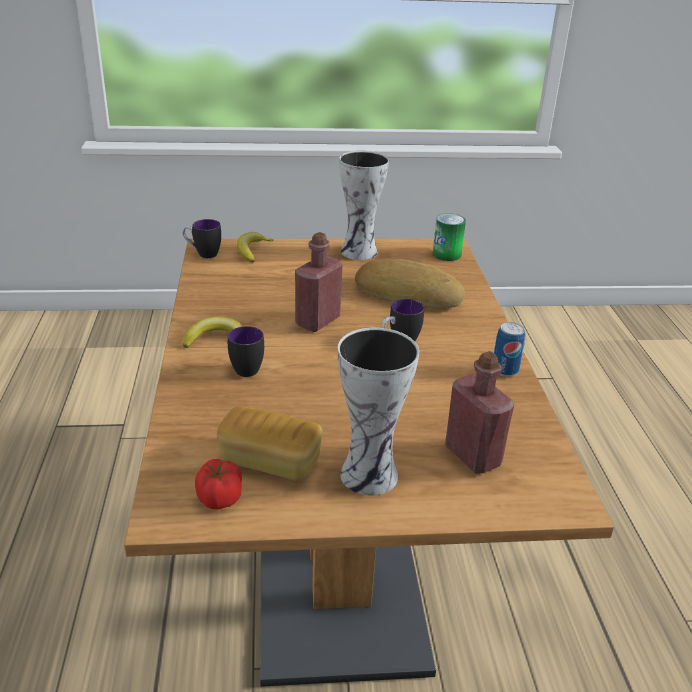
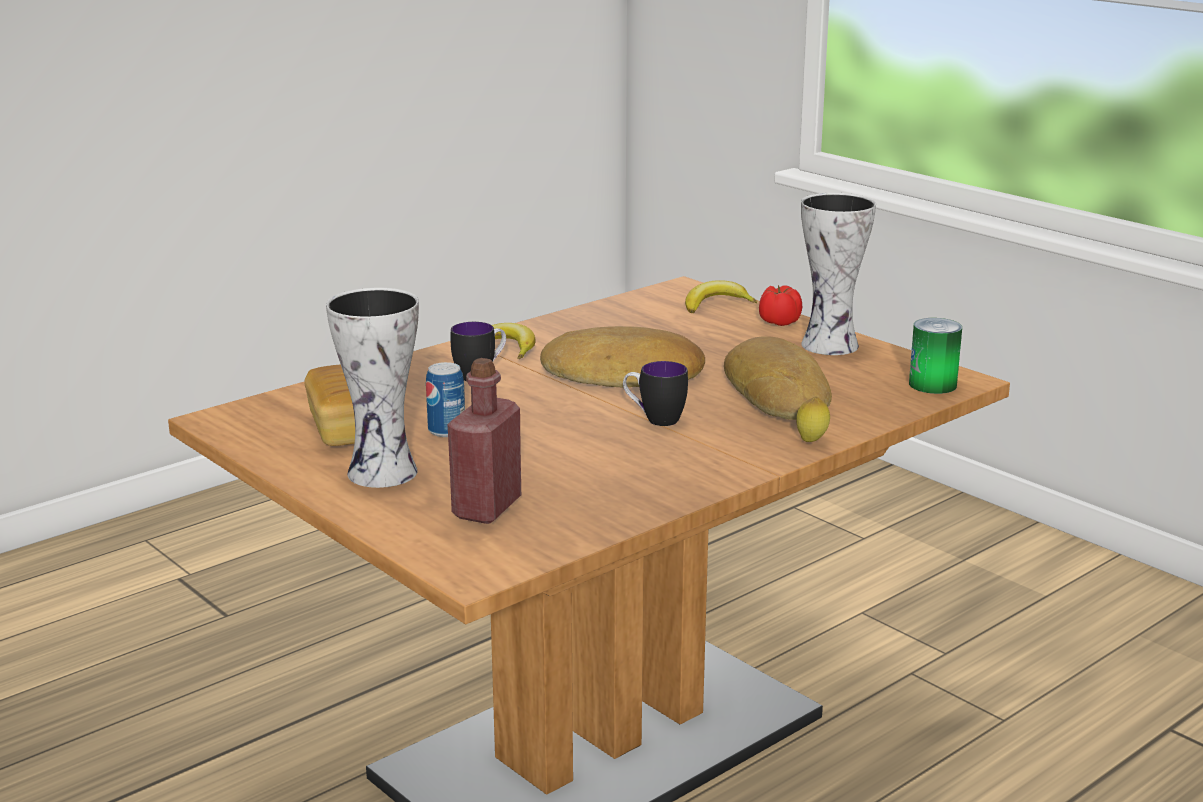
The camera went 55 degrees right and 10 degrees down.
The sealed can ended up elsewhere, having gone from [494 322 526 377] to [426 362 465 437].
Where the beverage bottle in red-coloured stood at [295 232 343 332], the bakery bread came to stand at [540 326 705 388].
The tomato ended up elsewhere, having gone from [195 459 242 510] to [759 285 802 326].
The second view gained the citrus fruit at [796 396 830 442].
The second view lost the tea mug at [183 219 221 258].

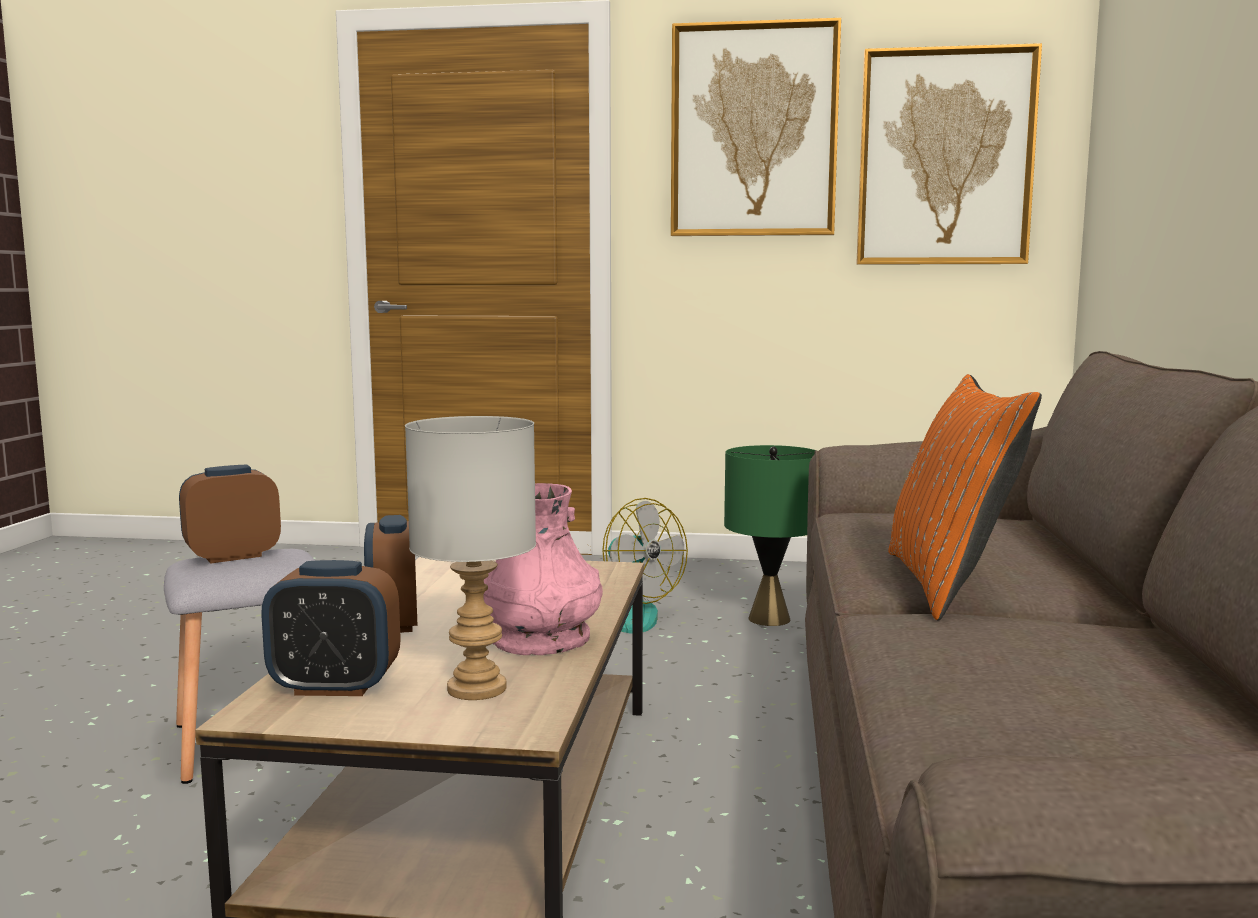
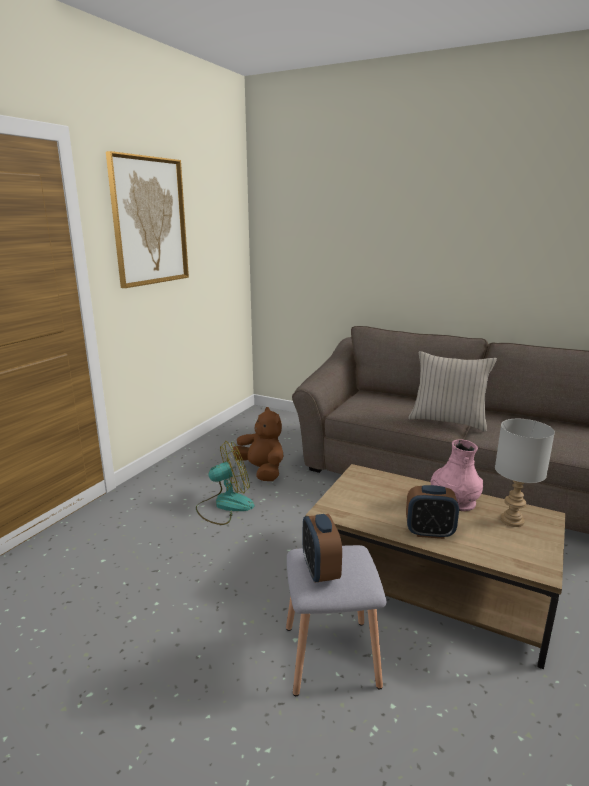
The camera went 70 degrees left and 10 degrees up.
Where the table lamp in green-coloured stood at [724 445 815 626], the soft toy in brown came to stand at [233 407 283 481].
What was the cushion in orange-coloured at [888 374 1042 621] turned into the cushion in sand-coloured at [408 351 497 432].
The second view lost the table clock at [261 560 401 696].
The second view lost the wall picture at [856 43 1042 265].

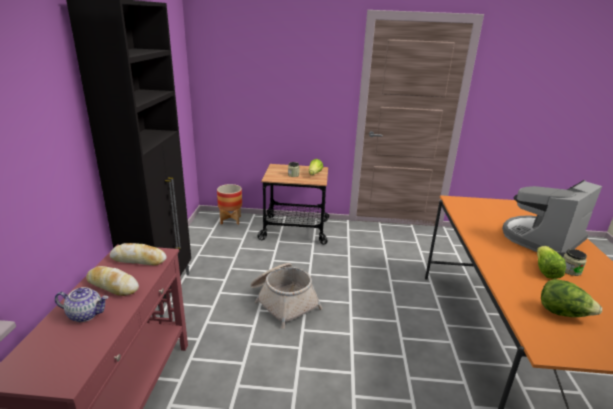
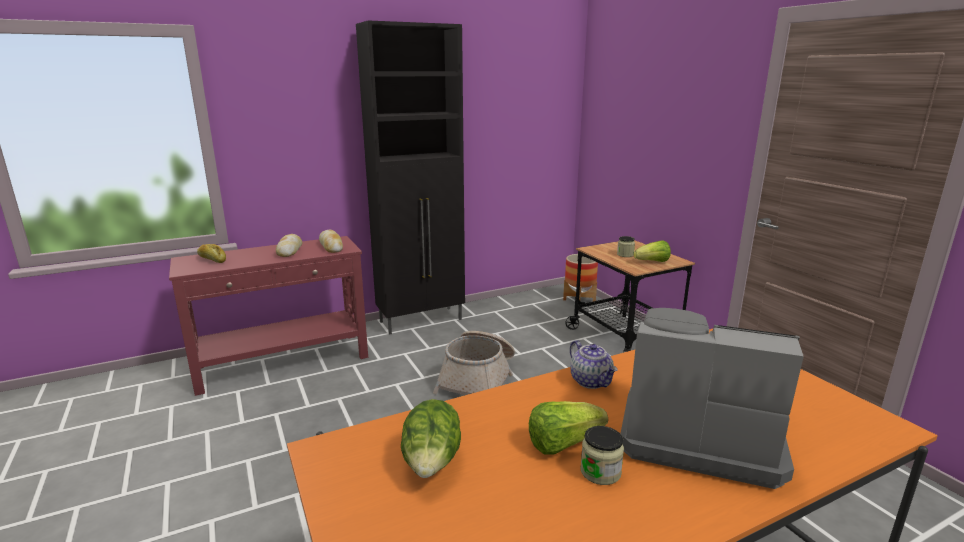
The camera went 60 degrees right and 5 degrees down.
The second view gained the bakery bread at [197 244 226 263].
The tea pot ended up elsewhere, having gone from [55 287 109 322] to [570 340 618 389].

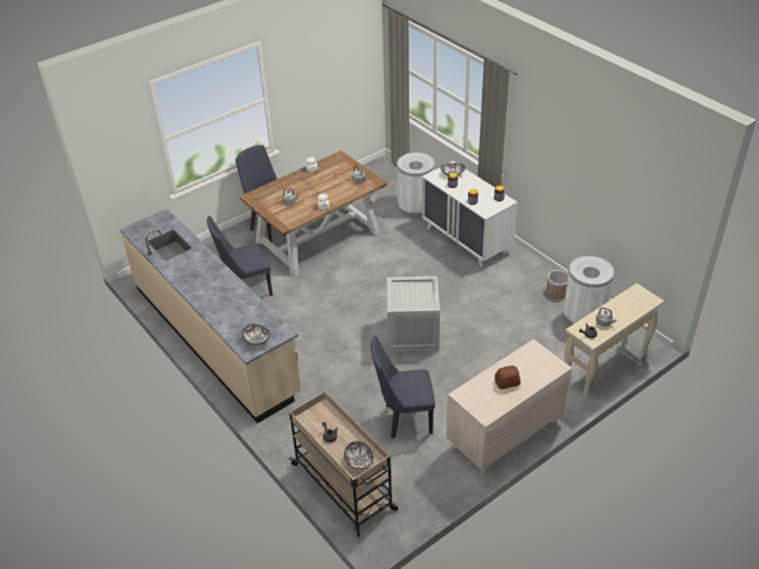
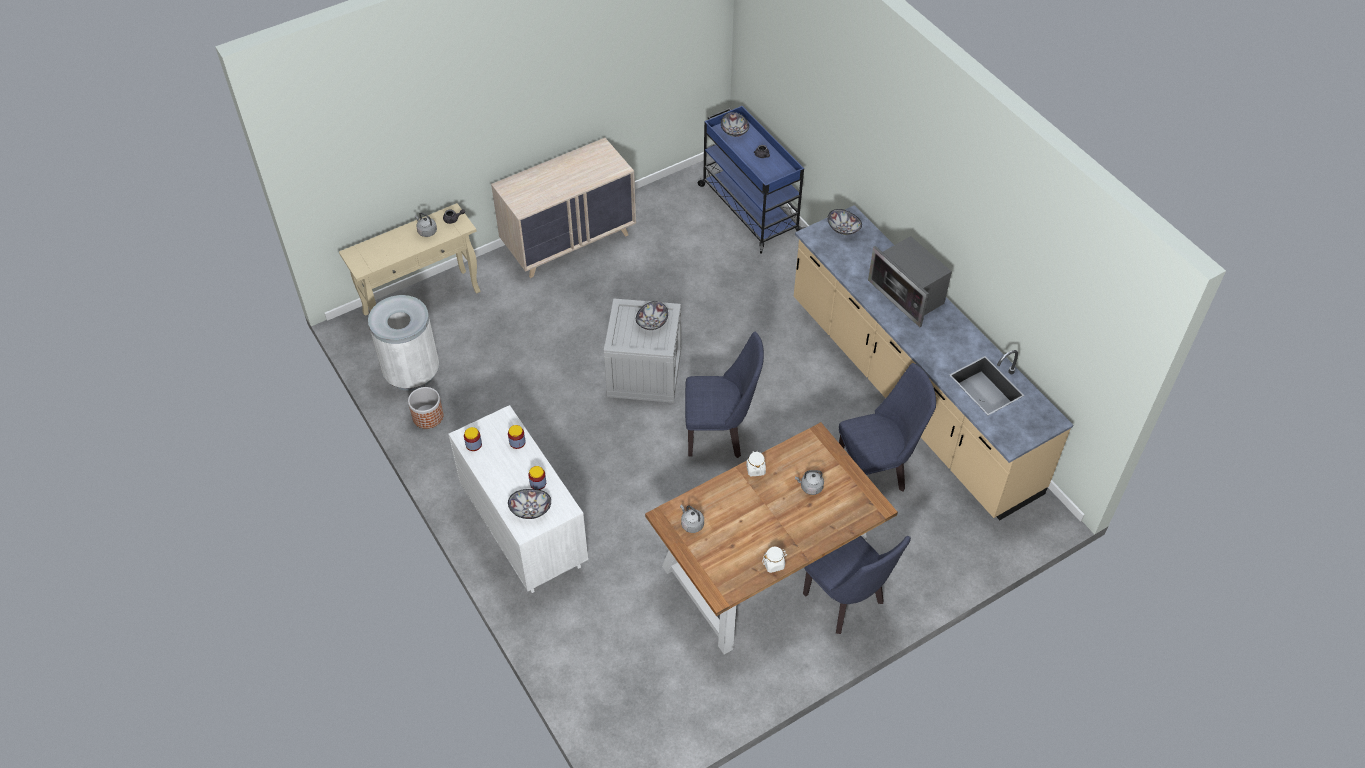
The camera went 175 degrees left and 10 degrees up.
The second view gained the serving bowl at [636 301 668 330].
The chair in blue-coloured ended up elsewhere, having gone from [371 335 435 439] to [685 332 764 458].
What was the cart in sand-coloured at [289 391 398 537] turned into the cart in blue-coloured at [698 106 806 254].
The second view gained the kitchen microwave at [868 236 952 328].
The second view lost the trash can in white at [397 152 435 217].
The second view lost the bakery bread at [495 366 521 389].

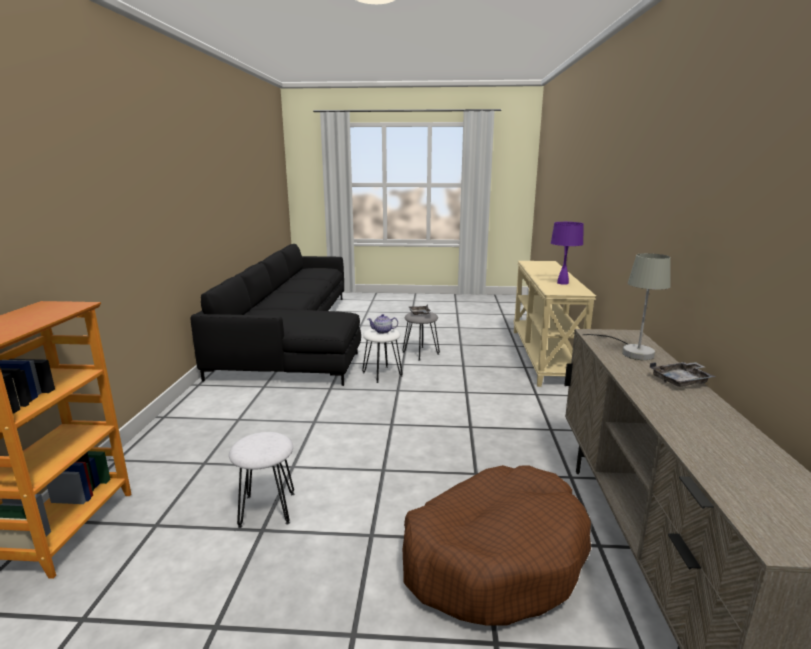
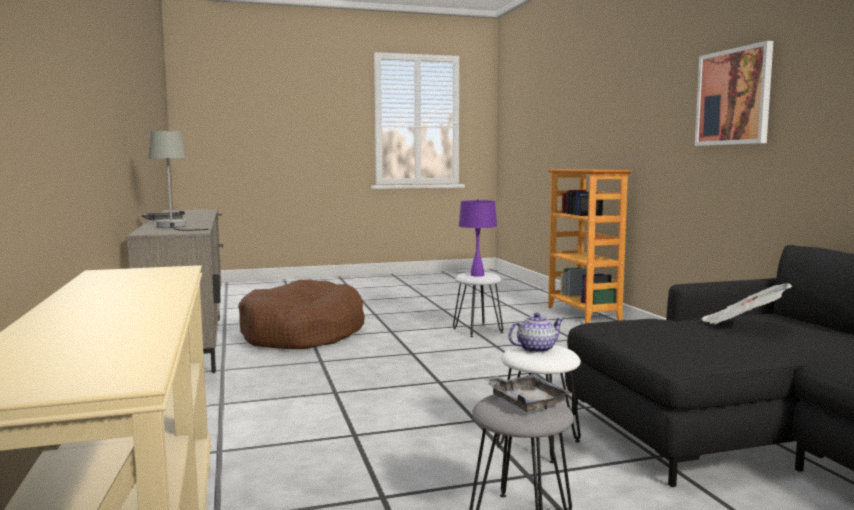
The camera went 160 degrees right and 10 degrees down.
The table lamp in purplish ended up elsewhere, having gone from [551 222 584 285] to [459 199 497 277].
The second view gained the wall picture at [695 41 773 146].
The second view gained the daily paper at [702 283 792 324].

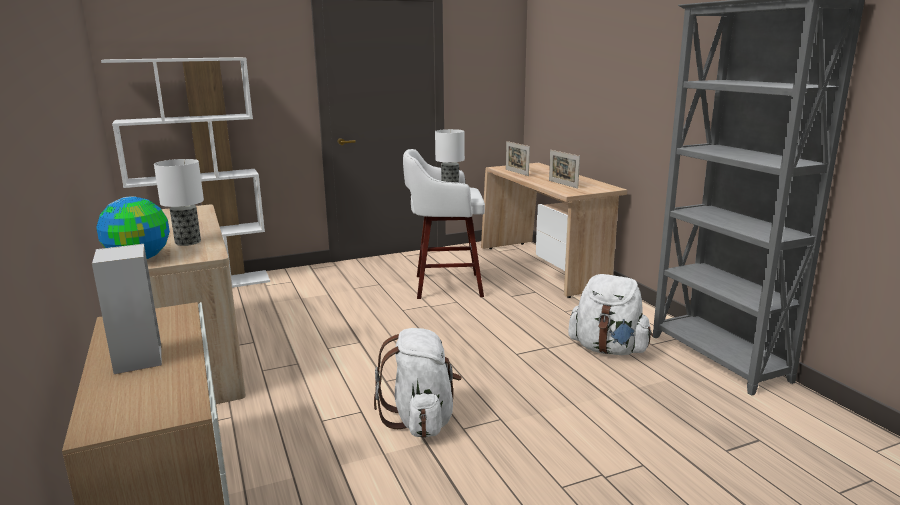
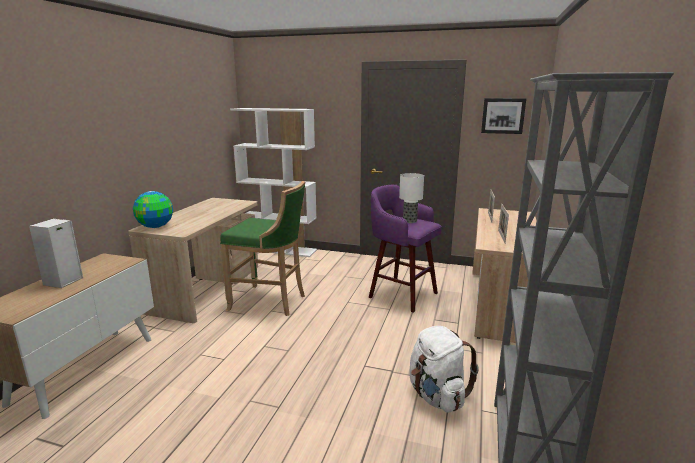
The camera went 40 degrees right and 0 degrees up.
The second view gained the stool seat in green-coloured at [220 181 305 316].
What was the stool seat in white at [403 149 485 299] turned into the stool seat in purplish at [369 185 442 313].
The second view gained the wall picture at [481 98 526 134].
The second view lost the table lamp at [154 159 204 246].
The second view lost the backpack in white at [374 328 462 438].

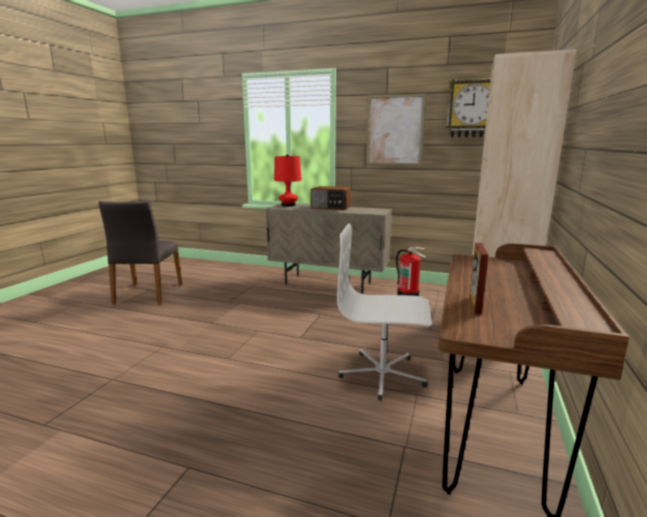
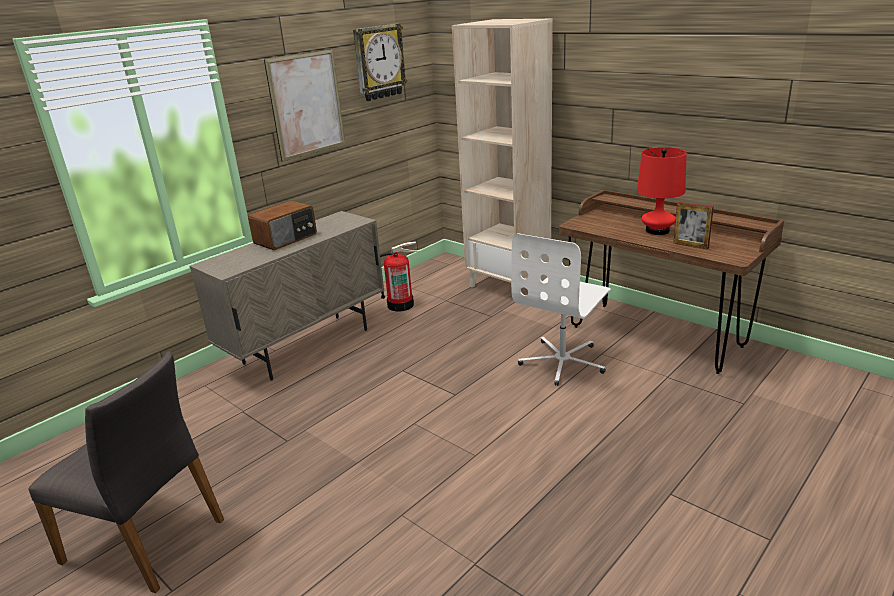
The camera went 65 degrees left and 10 degrees up.
The table lamp in red-coloured ended up elsewhere, having gone from [274 154 302 206] to [637 147 687 235].

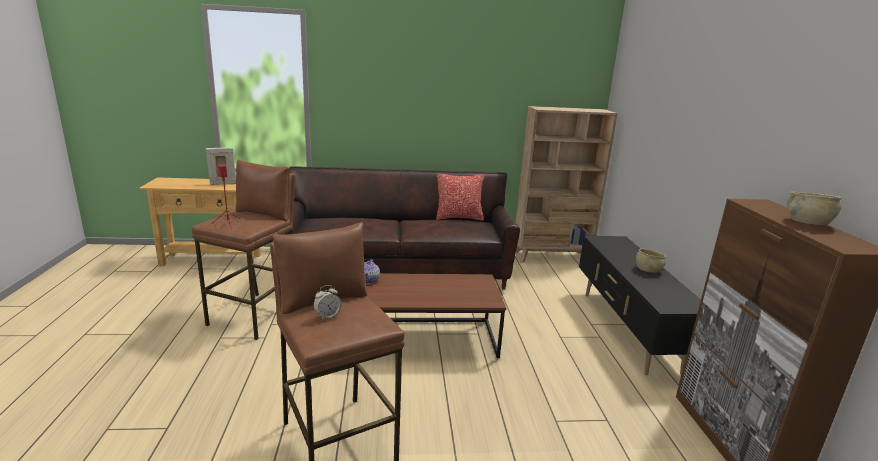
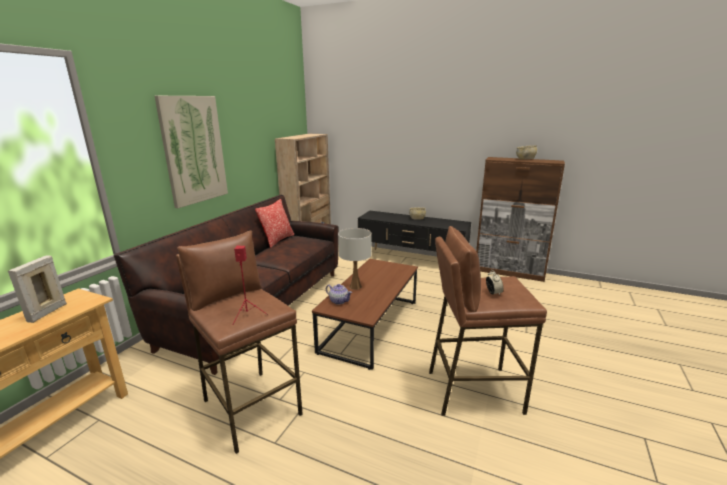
The camera went 60 degrees left and 0 degrees up.
The second view gained the wall picture at [155 96 228 208].
The second view gained the table lamp in white at [338 228 372 290].

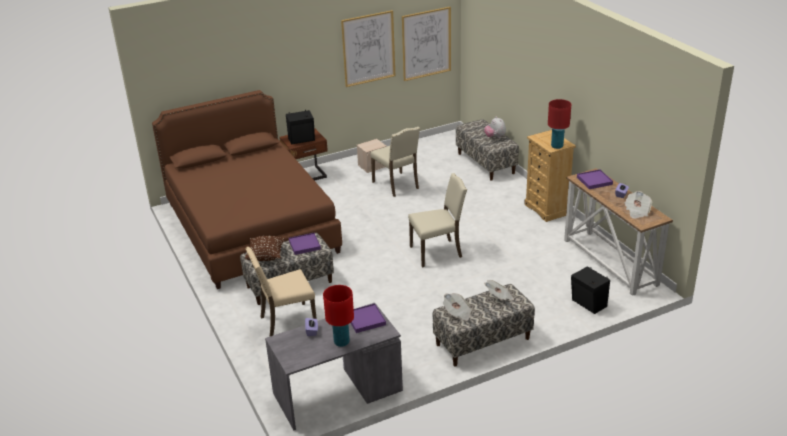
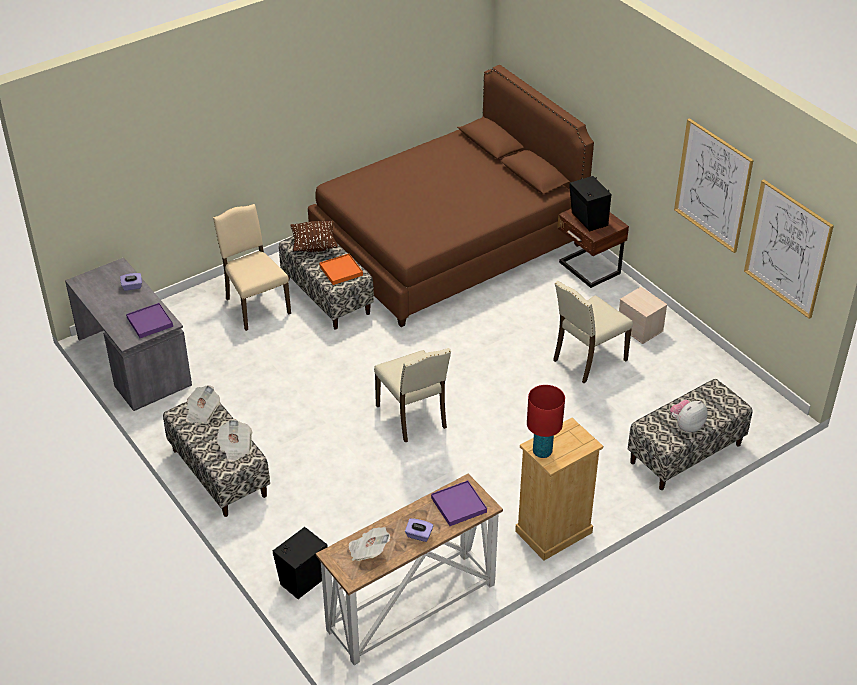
The camera went 80 degrees right and 10 degrees up.
What was the serving tray in purplish at [289 233 321 255] turned into the serving tray in orange-coloured at [319 254 363 285].
The second view lost the table lamp in red-coloured at [323 285 354 347].

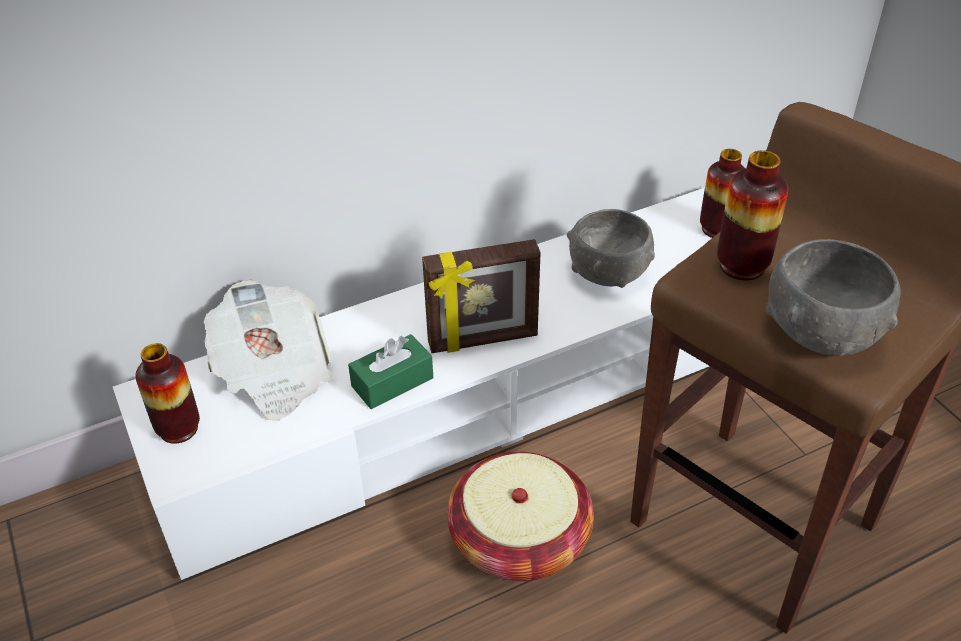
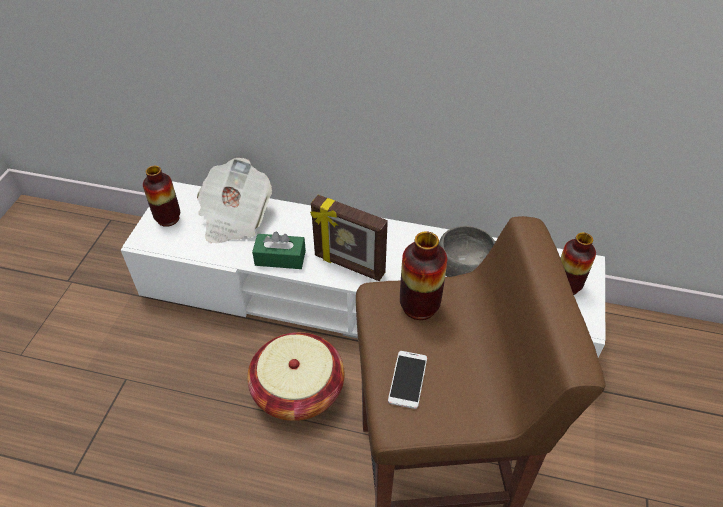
The camera went 40 degrees right and 5 degrees up.
Where the serving bowl in greyish stood at [766 239 901 356], the handset came to stand at [388 351 427 409].

